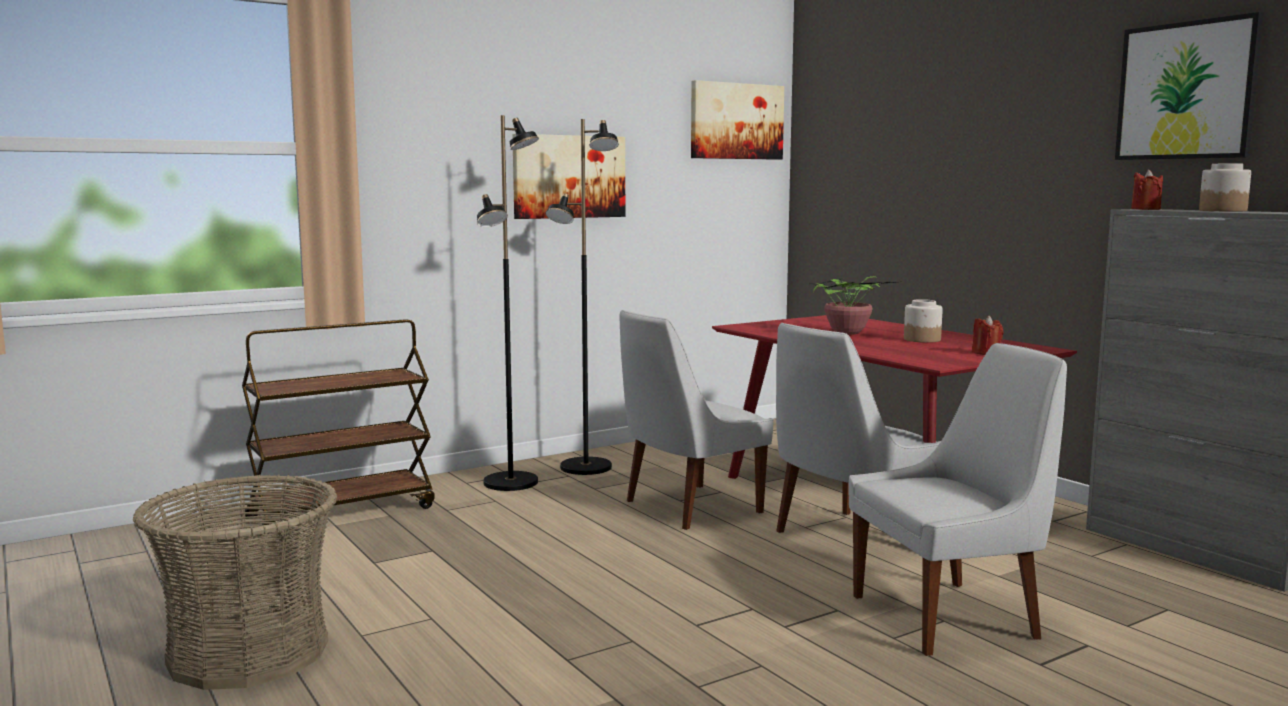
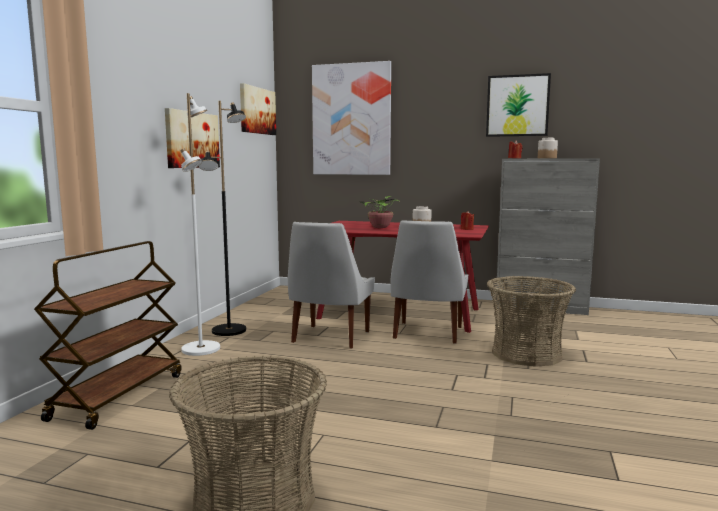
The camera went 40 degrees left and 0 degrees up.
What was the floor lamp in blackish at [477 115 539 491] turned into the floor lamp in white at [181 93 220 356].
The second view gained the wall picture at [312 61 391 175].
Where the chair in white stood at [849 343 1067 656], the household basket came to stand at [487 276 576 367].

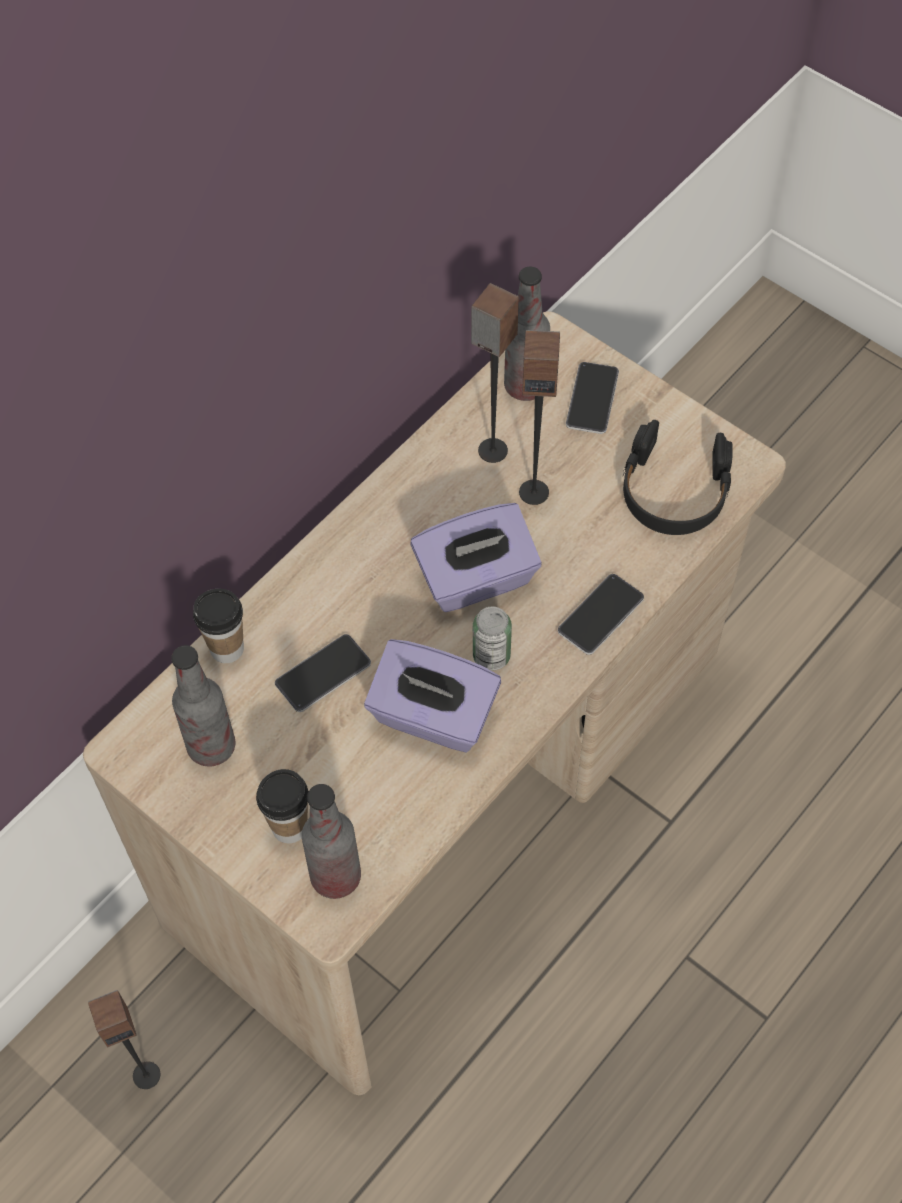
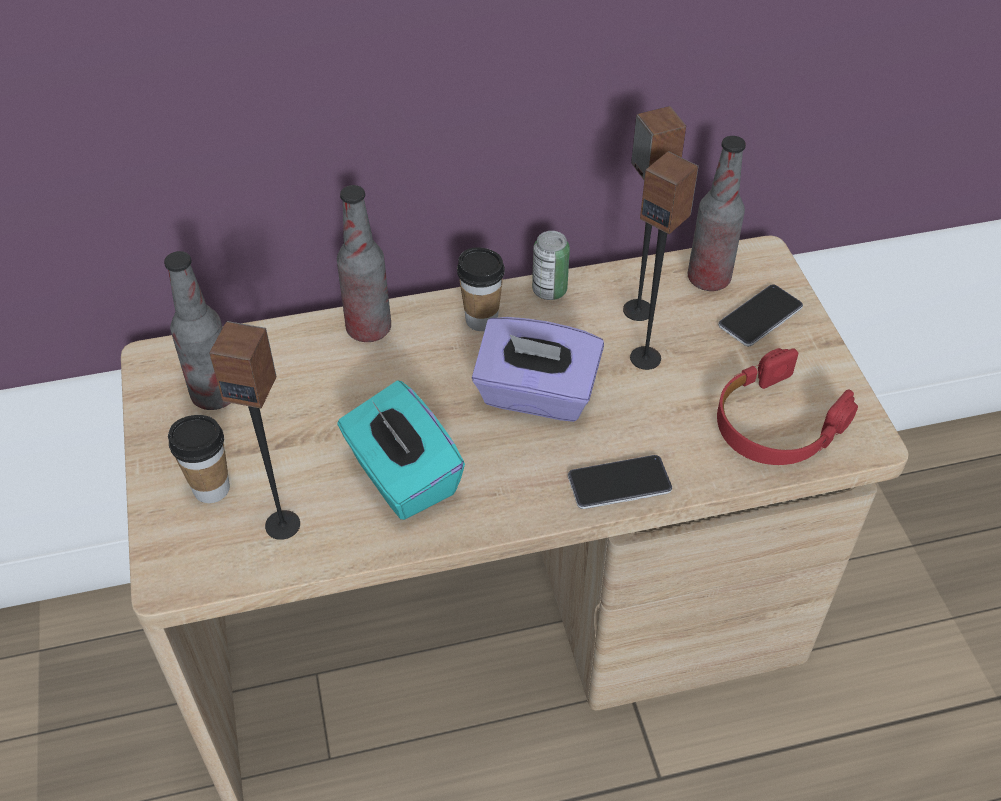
The camera went 35 degrees right and 10 degrees down.
The speaker ended up elsewhere, having gone from [88 990 160 1089] to [210 321 300 540].
The beverage bottle ended up elsewhere, having gone from [302 784 361 899] to [337 185 391 342].
What was the tissue holder in purplish at [364 639 501 753] turned into the tissue holder in blue-green at [337 380 465 520].
The small cup ended up elsewhere, having gone from [193 589 244 663] to [457 248 505 331].
The sealed can ended up elsewhere, having gone from [473 606 512 671] to [532 231 570 300].
What was the pair of headphones in blackish at [623 420 733 535] turned into the pair of headphones in red-coloured at [717 348 858 465].
The second view lost the handset at [275 634 371 712].

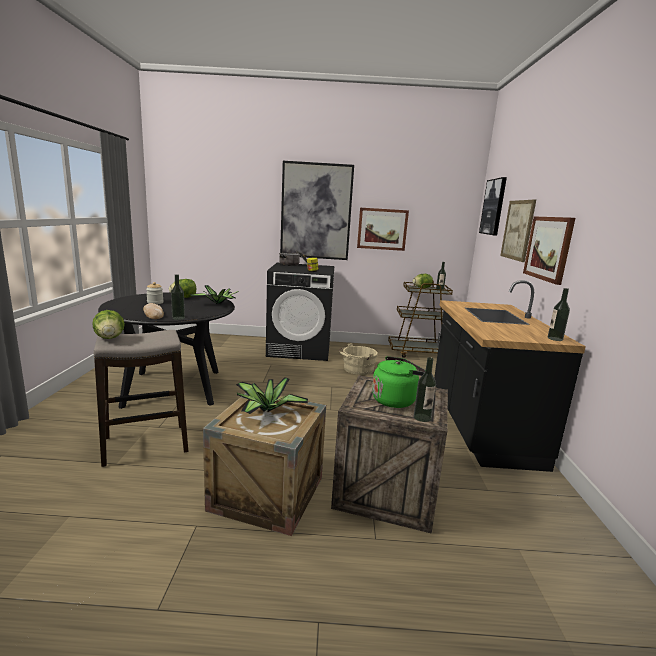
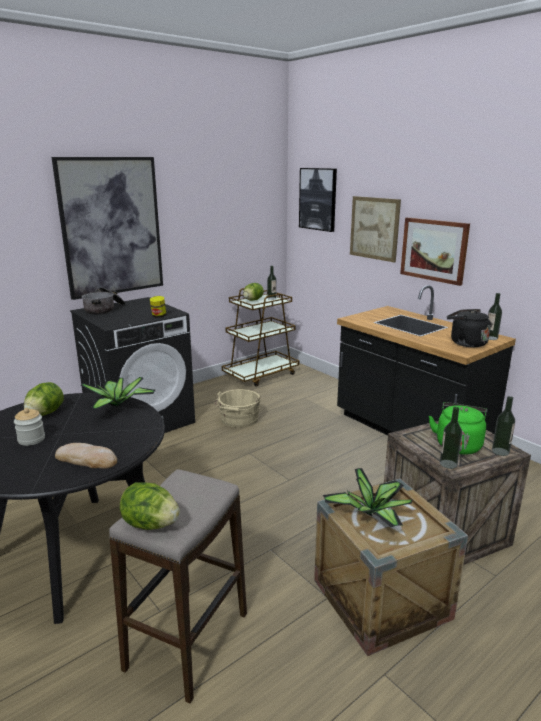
The camera went 40 degrees left and 5 degrees up.
The beverage bottle ended up elsewhere, having gone from [171 274 185 320] to [440 407 462 469].
The second view gained the kettle in blackish at [447 309 491 348].
The second view lost the wall picture at [357 208 409 251].

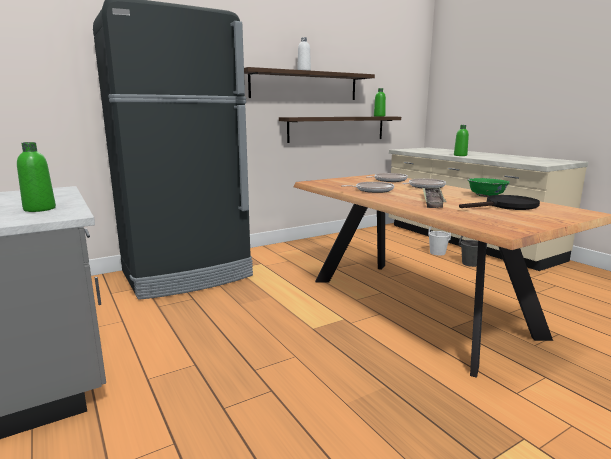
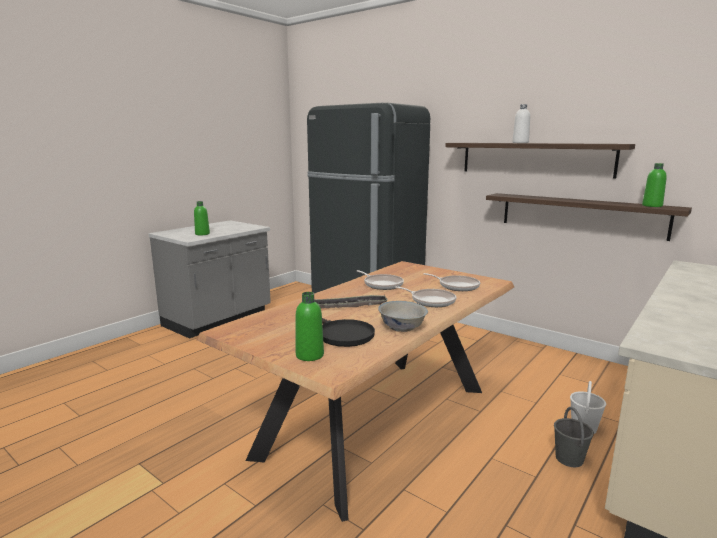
The camera went 70 degrees right and 0 degrees up.
The beverage bottle in green-coloured ended up elsewhere, having gone from [454 125 469 156] to [296 292 324 361].
What was the serving bowl in green-coloured at [467 178 510 197] turned into the serving bowl in white at [378 301 428 332].

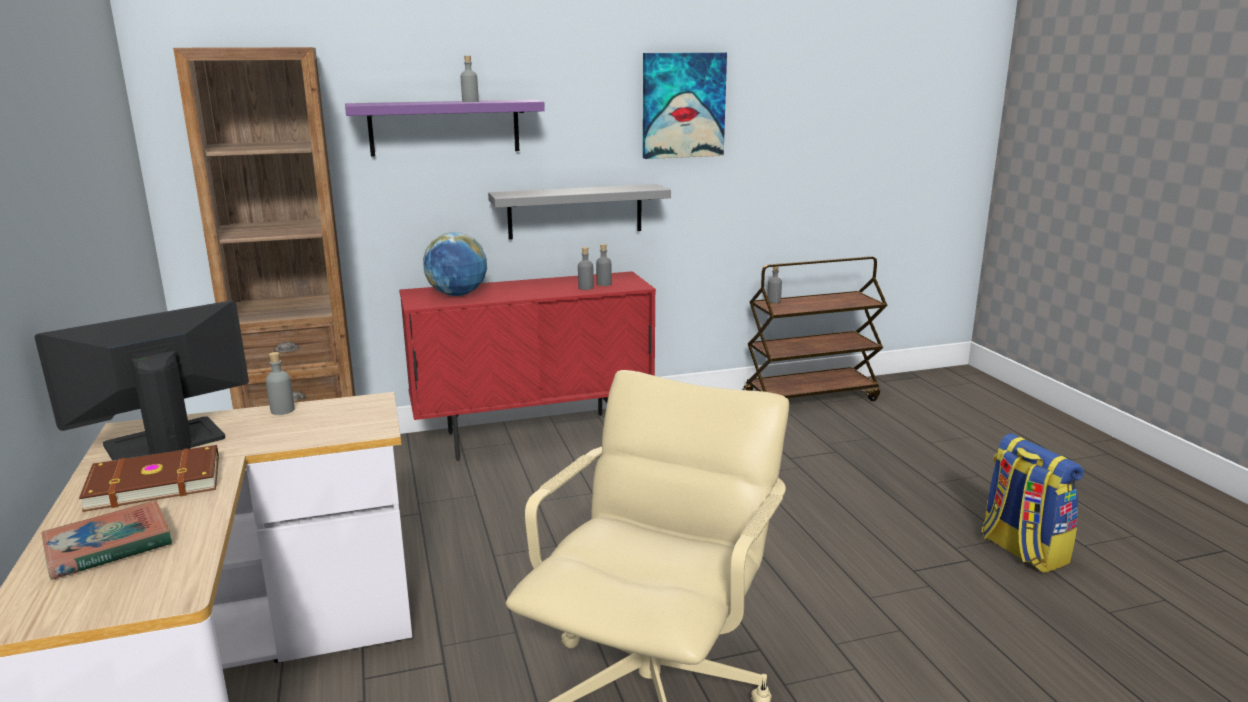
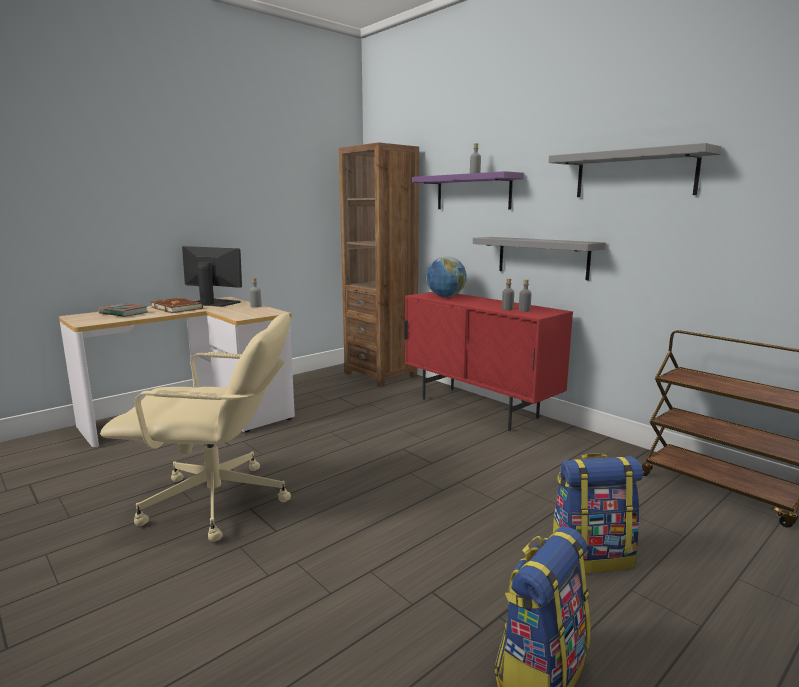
The camera went 65 degrees right and 5 degrees down.
Where the wall picture hung at [643 53 727 159], the shelf in greyish came to hang at [549 143 722 197].
The second view gained the backpack at [553 453 643 573].
The second view lost the beverage bottle in greyish at [767 266 782 303].

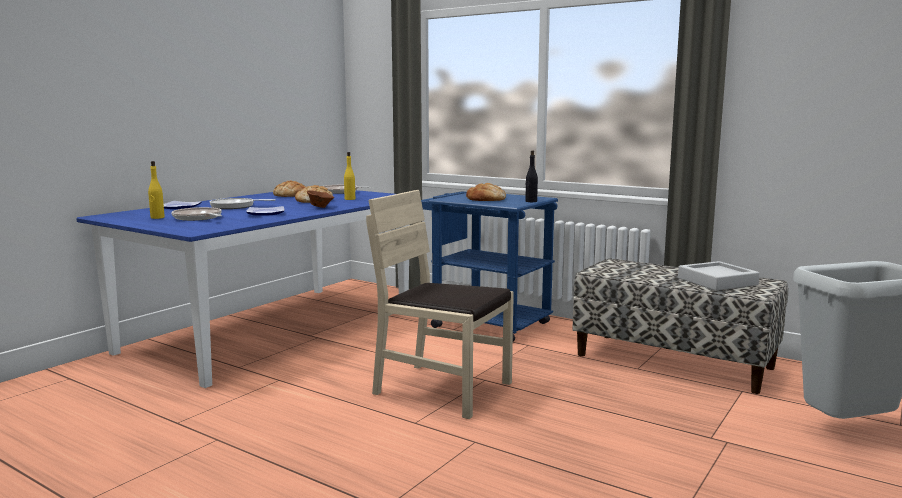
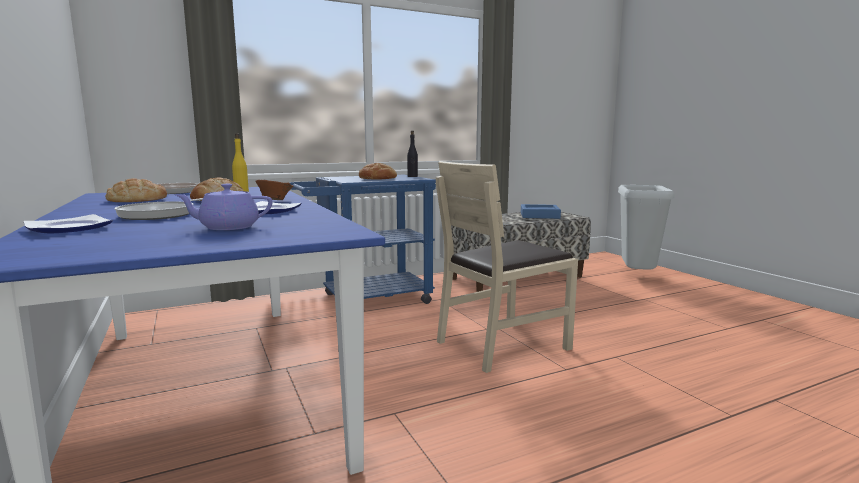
The camera went 60 degrees left and 0 degrees up.
Where the pan stood at [171 207 222 221], the tea pot in purplish came to stand at [175 184 273 230].
What was the serving tray in greyish at [678 261 760 291] turned into the serving tray in blue-coloured at [521 204 561 219].
The second view lost the beverage bottle in yellow-coloured at [148 161 165 219].

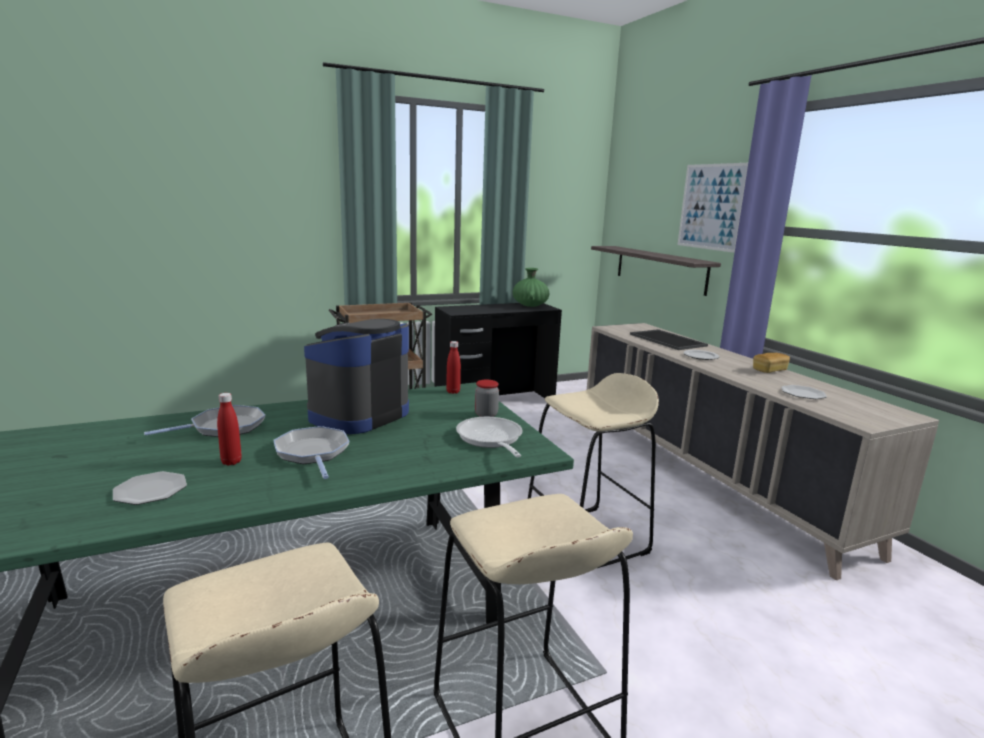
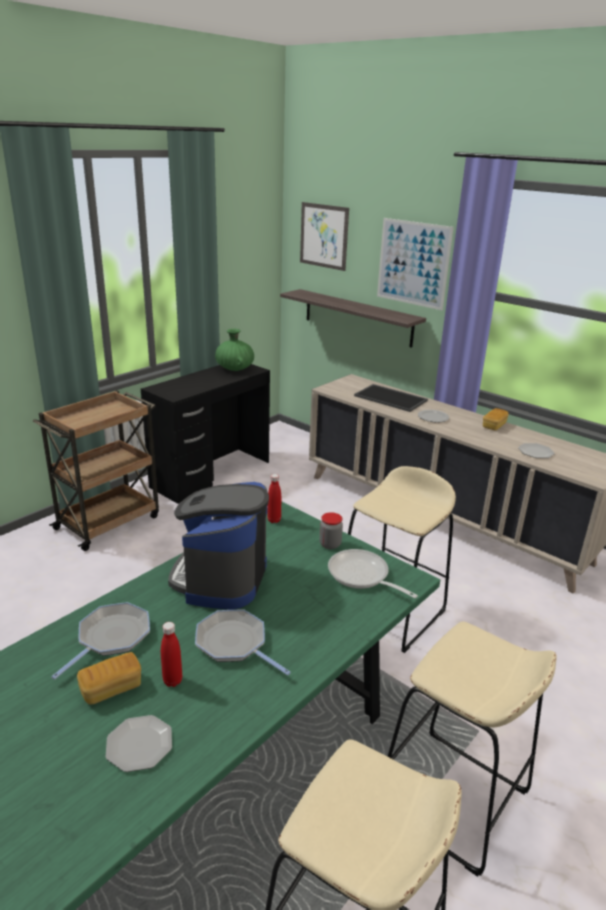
The camera went 25 degrees left and 10 degrees up.
The second view gained the bakery bread at [77 652 141 704].
The second view gained the wall picture at [300 202 349 271].

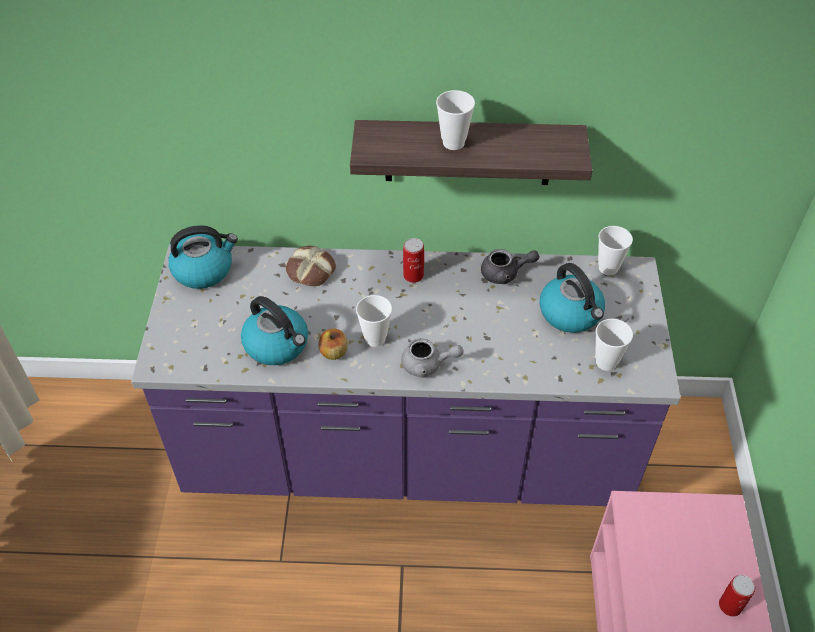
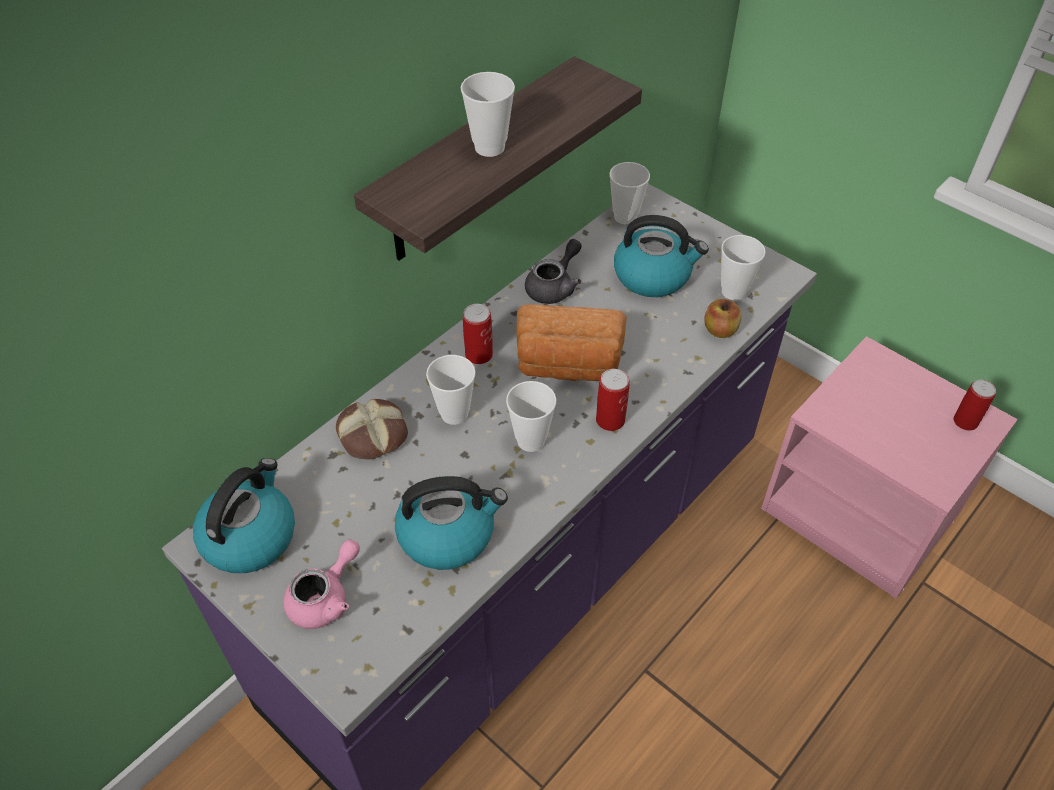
The camera went 50 degrees left and 0 degrees up.
The second view gained the tea pot in pink-coloured at [283 539 360 629].
The second view gained the small cup at [426 355 476 425].
The second view gained the bakery bread at [516 304 627 381].
Where the tea pot in greyish stood at [401 338 463 378], the sealed can came to stand at [596 369 630 431].
The whole apple ended up elsewhere, having gone from [319 329 348 360] to [704 299 742 338].

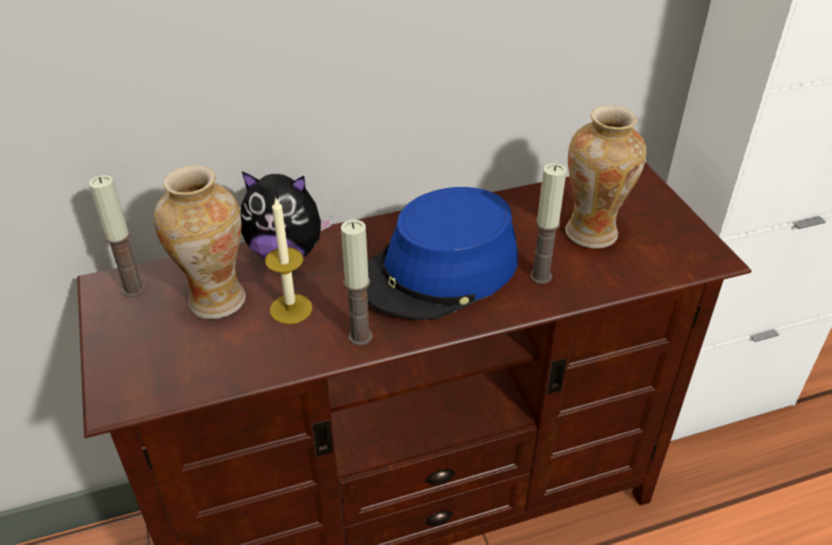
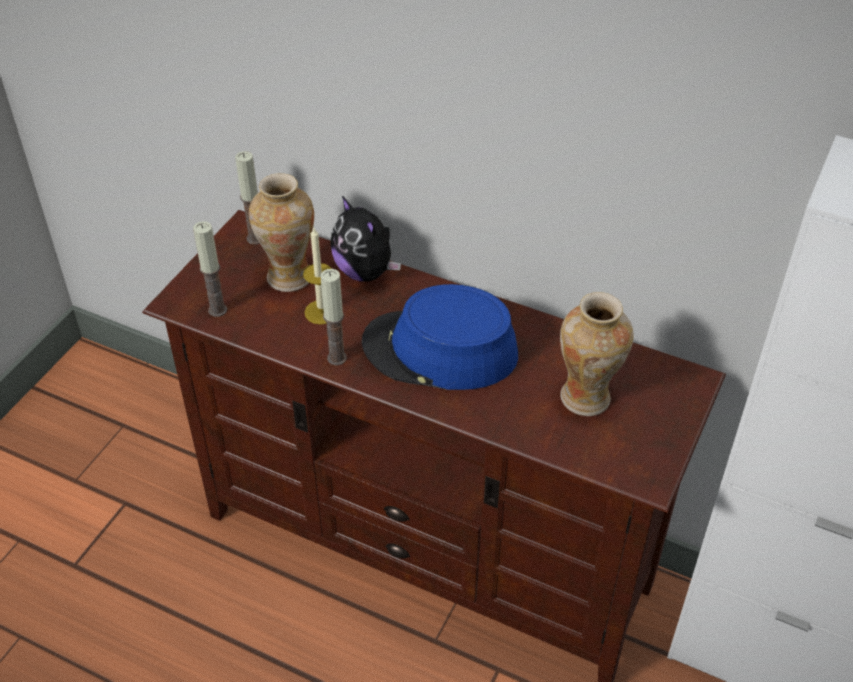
The camera went 45 degrees right and 5 degrees up.
The wax candle ended up elsewhere, having gone from [530 163 567 284] to [193 221 227 317].

